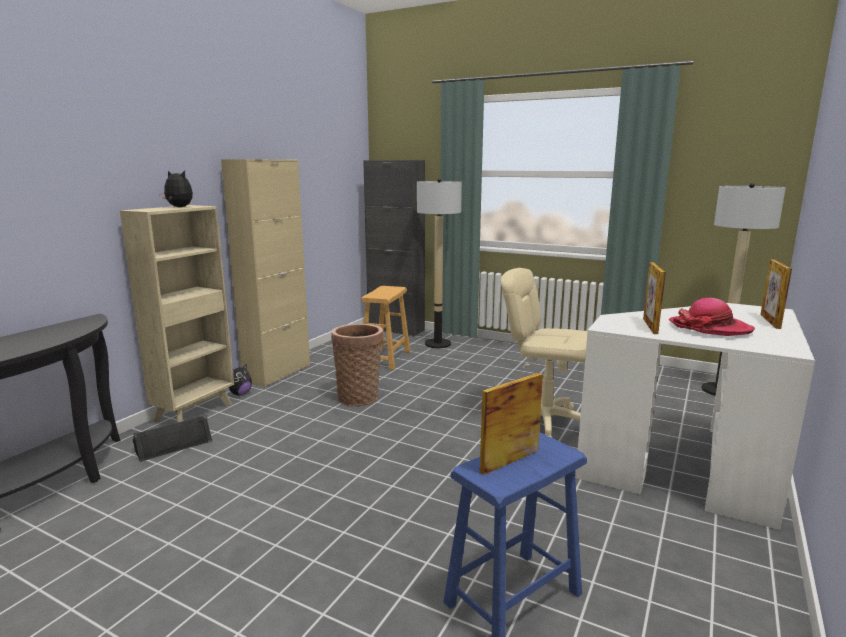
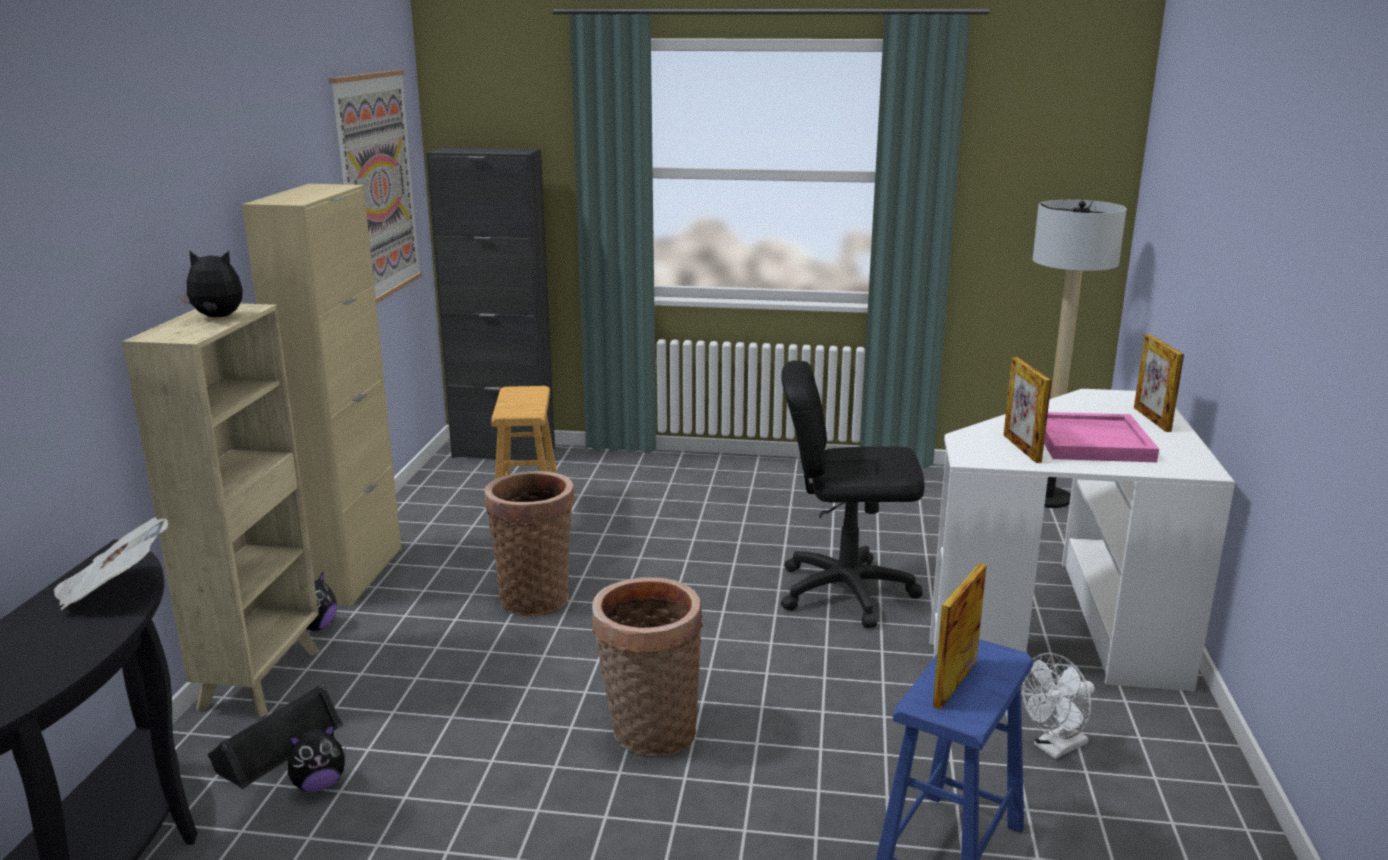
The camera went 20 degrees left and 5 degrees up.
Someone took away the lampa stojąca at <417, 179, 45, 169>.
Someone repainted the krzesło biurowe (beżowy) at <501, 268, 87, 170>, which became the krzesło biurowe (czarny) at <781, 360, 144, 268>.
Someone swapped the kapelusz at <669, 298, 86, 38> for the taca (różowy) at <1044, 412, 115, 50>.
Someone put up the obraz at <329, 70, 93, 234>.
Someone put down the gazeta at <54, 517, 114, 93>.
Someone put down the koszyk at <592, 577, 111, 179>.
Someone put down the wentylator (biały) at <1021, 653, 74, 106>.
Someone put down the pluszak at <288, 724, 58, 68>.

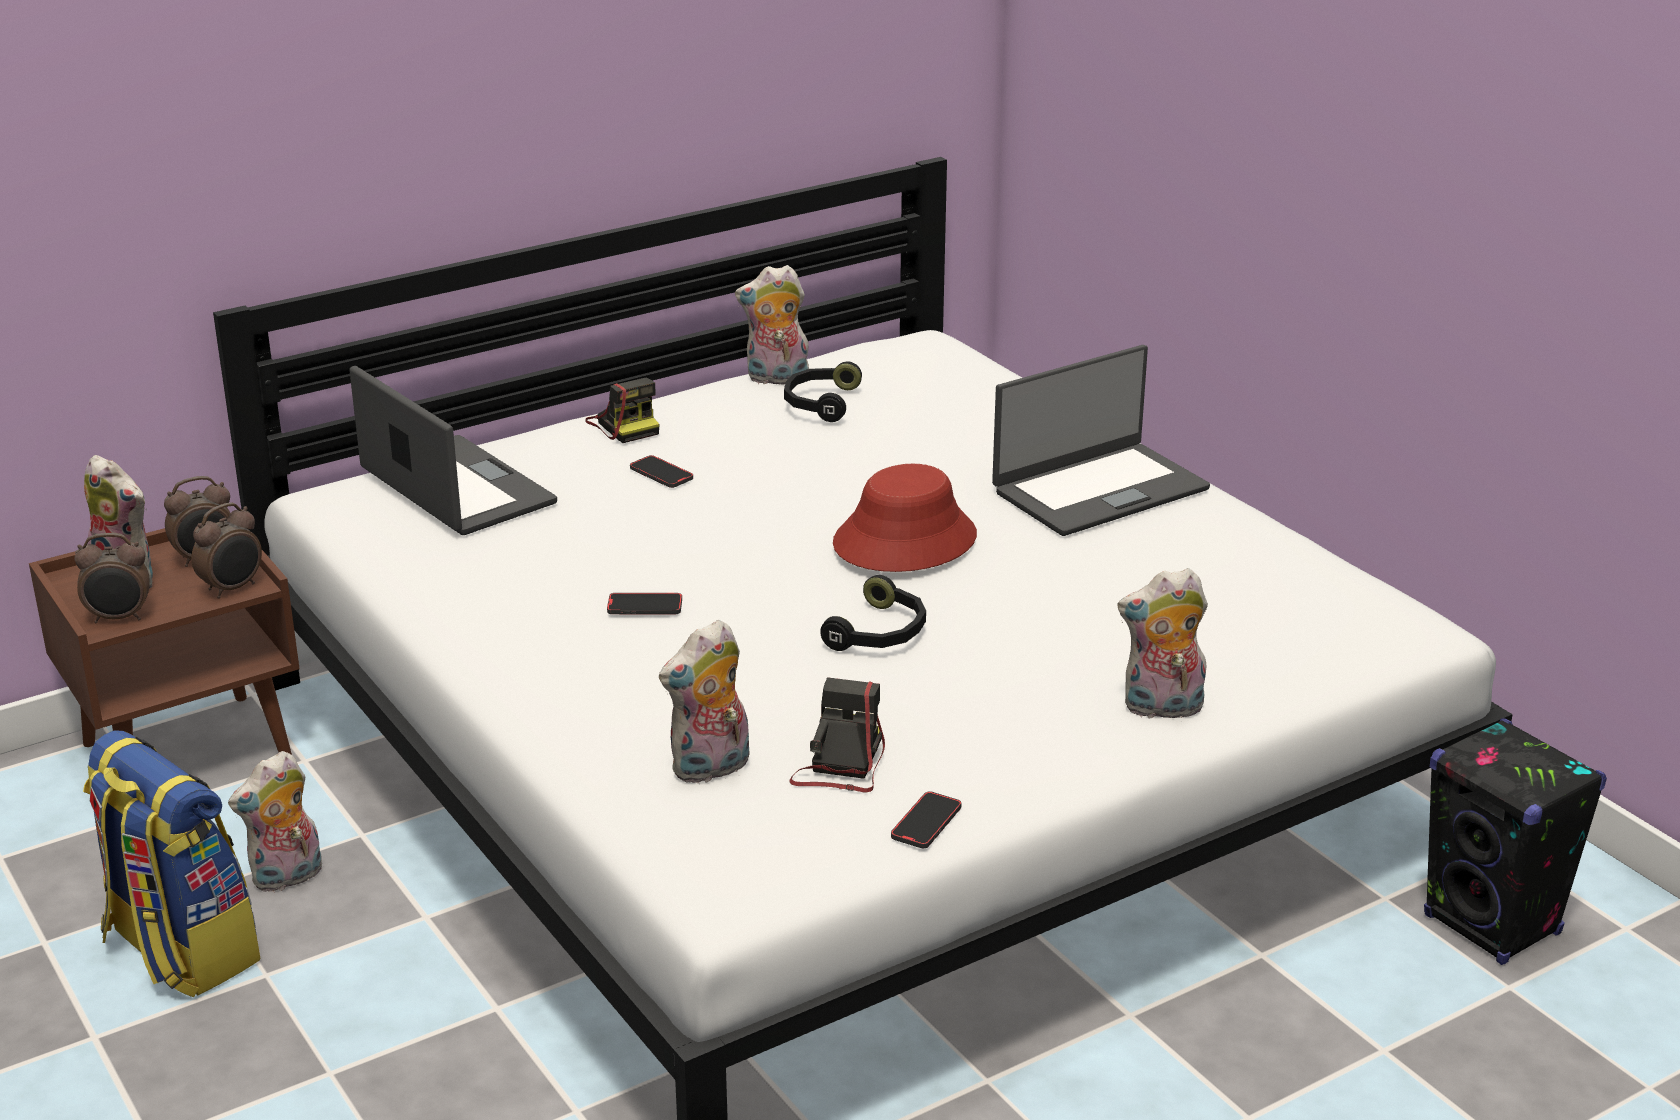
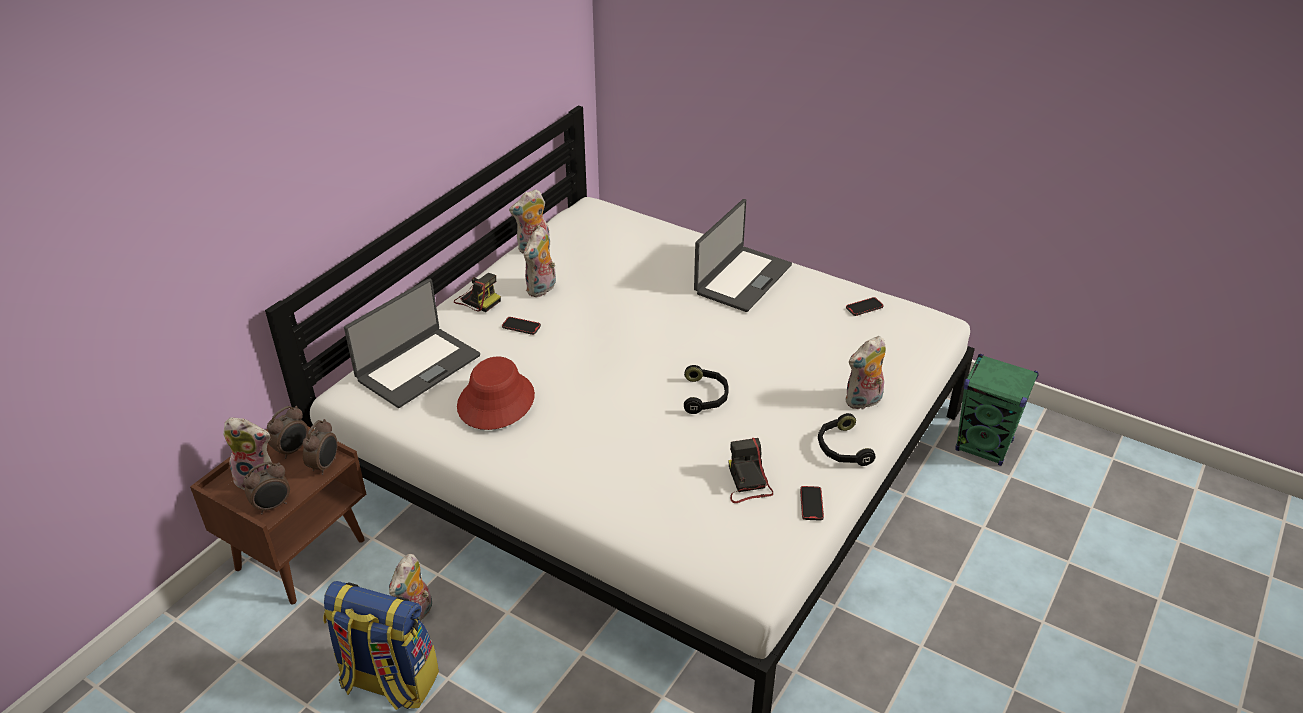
The camera went 25 degrees left and 10 degrees up.
Someone carried the słuchawki (czarny) from <784, 361, 78, 61> to <818, 413, 58, 53>.
Someone rotated the laptop at <349, 366, 208, 169> by 105 degrees clockwise.
Someone carried the kapelusz (czerwony) from <833, 464, 144, 108> to <457, 356, 78, 74>.
Someone carried the telefon from <607, 593, 75, 21> to <846, 297, 38, 19>.
Someone carried the pluszak from <659, 620, 90, 163> to <524, 227, 32, 70>.
Someone repainted the głośnik (czarny) at <1424, 718, 183, 247>, which became the głośnik (zielony) at <955, 354, 84, 112>.

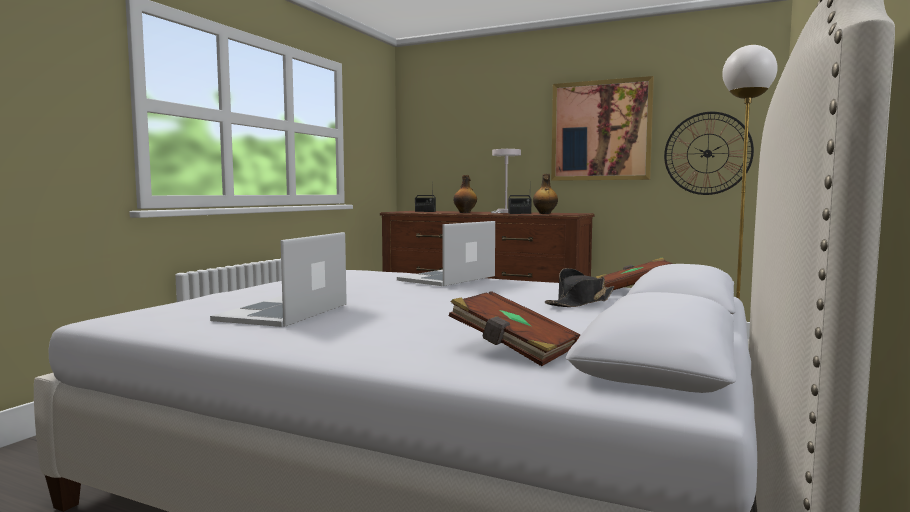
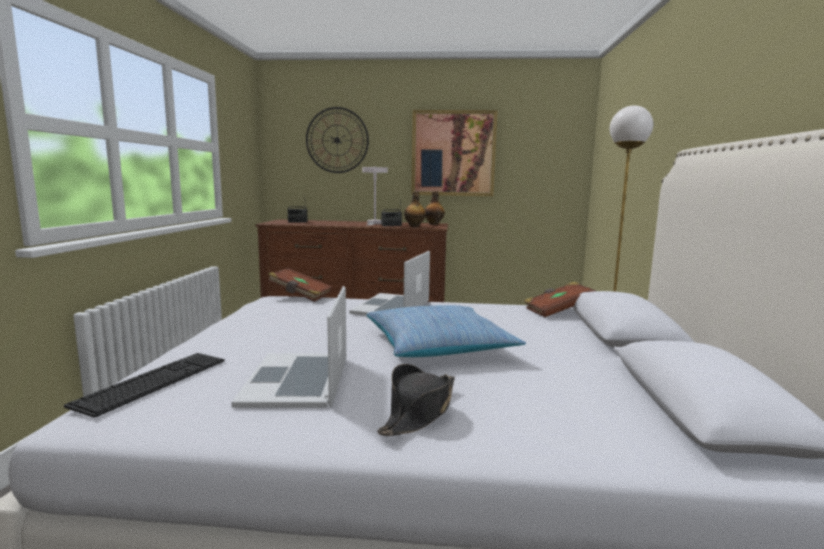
The camera went 20 degrees left and 5 degrees up.
Someone carried the zegar ścienny from <664, 112, 90, 83> to <306, 107, 63, 66>.
Someone carried the butelka from <453, 175, 24, 38> to <425, 191, 20, 34>.
Someone carried the kapelusz (czarny) from <545, 268, 69, 39> to <377, 364, 78, 72>.
Someone carried the książka (brązowy) from <449, 291, 131, 75> to <267, 268, 66, 34>.
Someone put down the poduszka at <367, 305, 159, 52>.
Someone put down the klawiatura at <64, 353, 161, 65>.

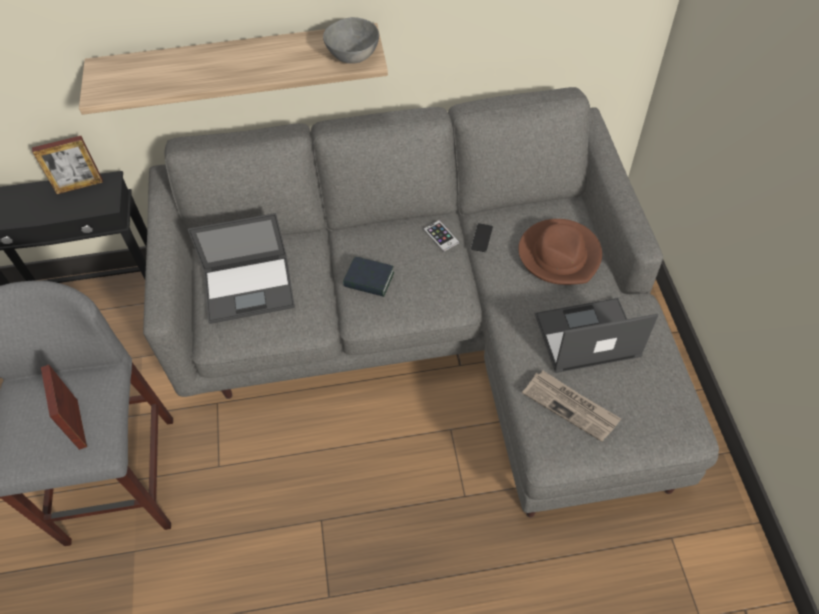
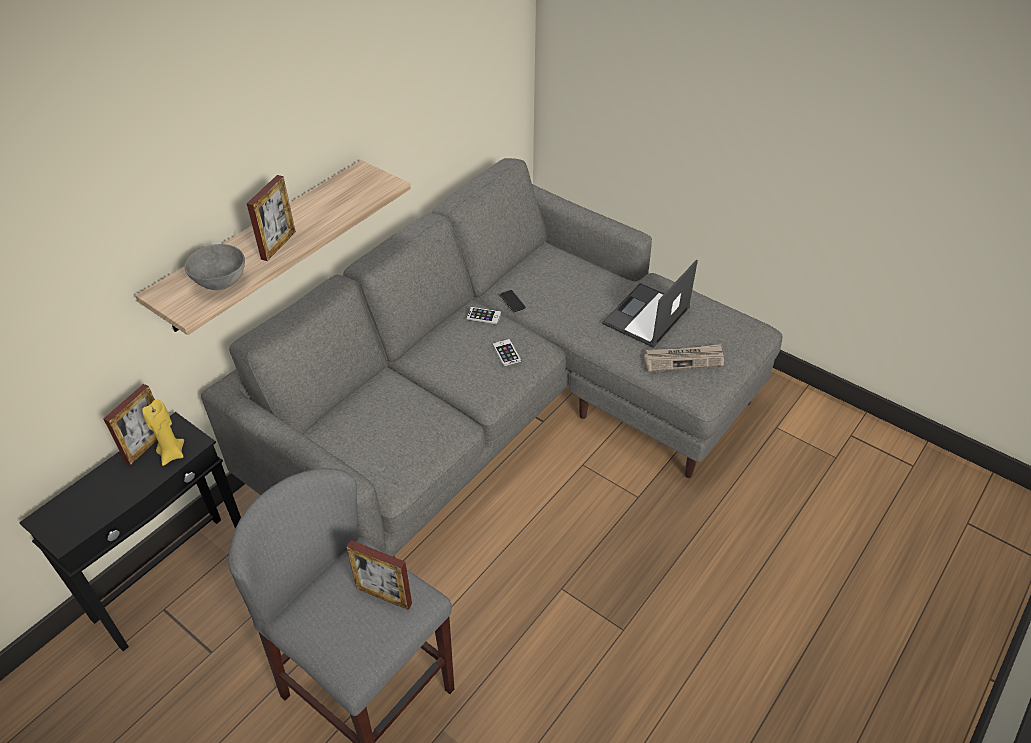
The camera went 45 degrees left and 10 degrees down.
Someone carried the miska (szary) from <323, 17, 56, 47> to <184, 244, 61, 46>.
Someone took away the laptop at <188, 213, 107, 111>.
Someone took away the kapelusz (brązowy) at <518, 219, 84, 66>.
Someone took away the książka at <343, 257, 51, 40>.
Someone put down the ramka na zdjęcie at <247, 175, 49, 86>.
Someone put down the telefon at <492, 339, 29, 27>.
Someone put down the świeca (żółty) at <142, 399, 42, 67>.

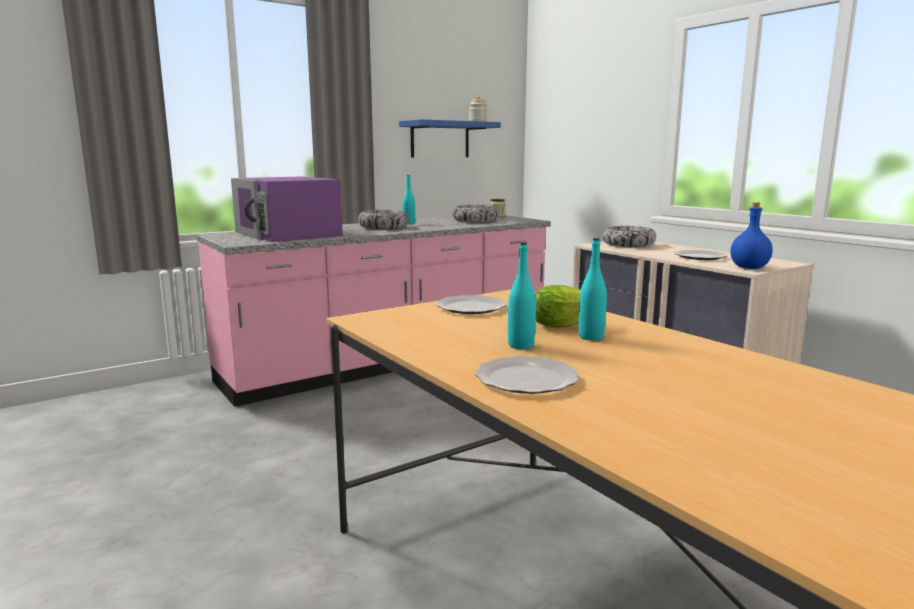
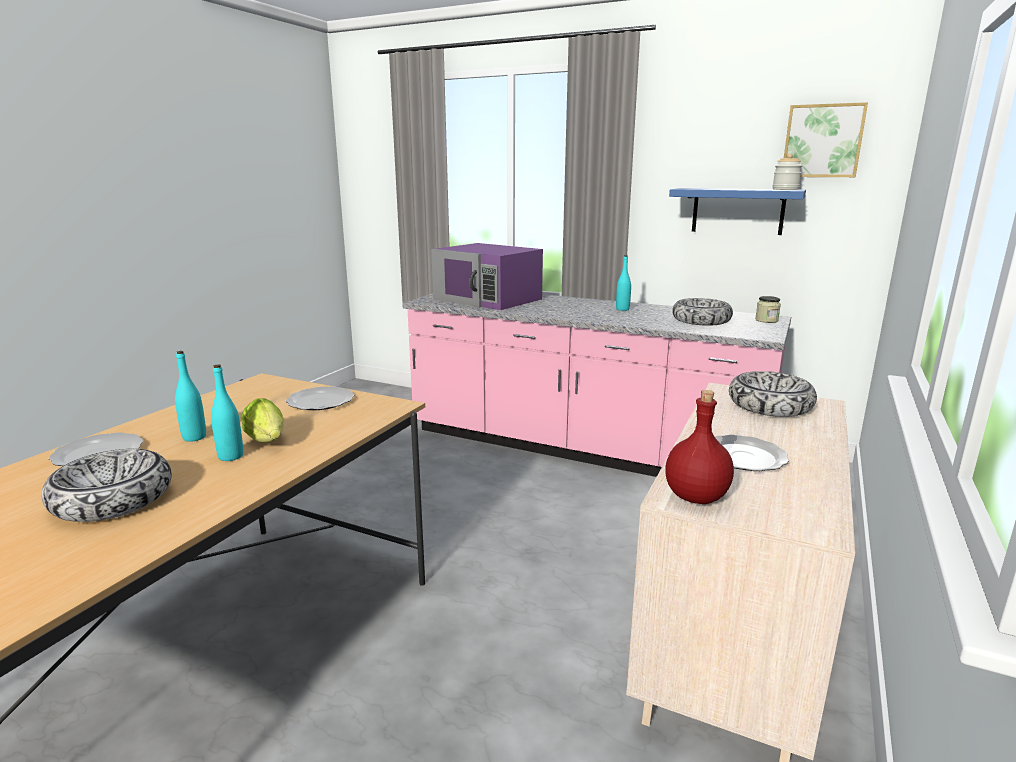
The camera went 60 degrees right and 5 degrees up.
Someone rotated the mikrofalówka (fioletowy) at <231, 177, 112, 65> by 75 degrees counterclockwise.
Someone repainted the butelka (niebieski) at <730, 202, 43, 67>, which became the butelka (czerwony) at <665, 390, 69, 114>.
Someone carried the miska from <358, 210, 51, 19> to <41, 449, 131, 73>.
Someone put up the obraz at <784, 102, 84, 75>.

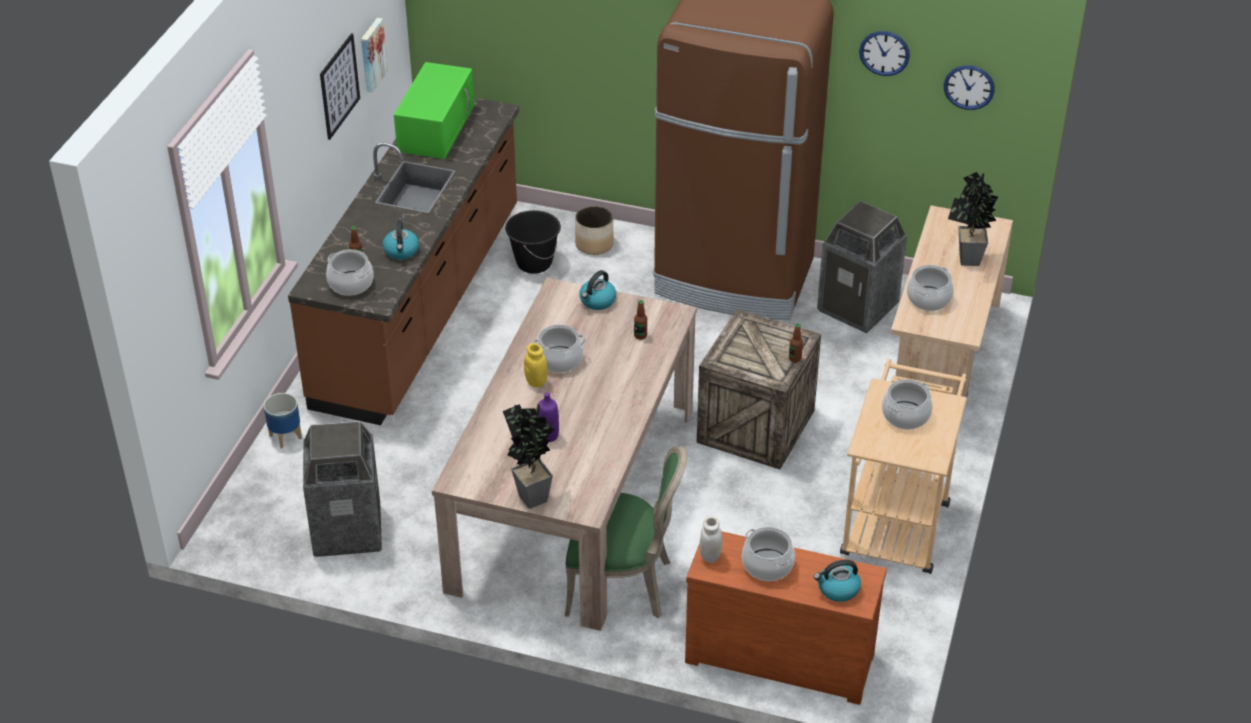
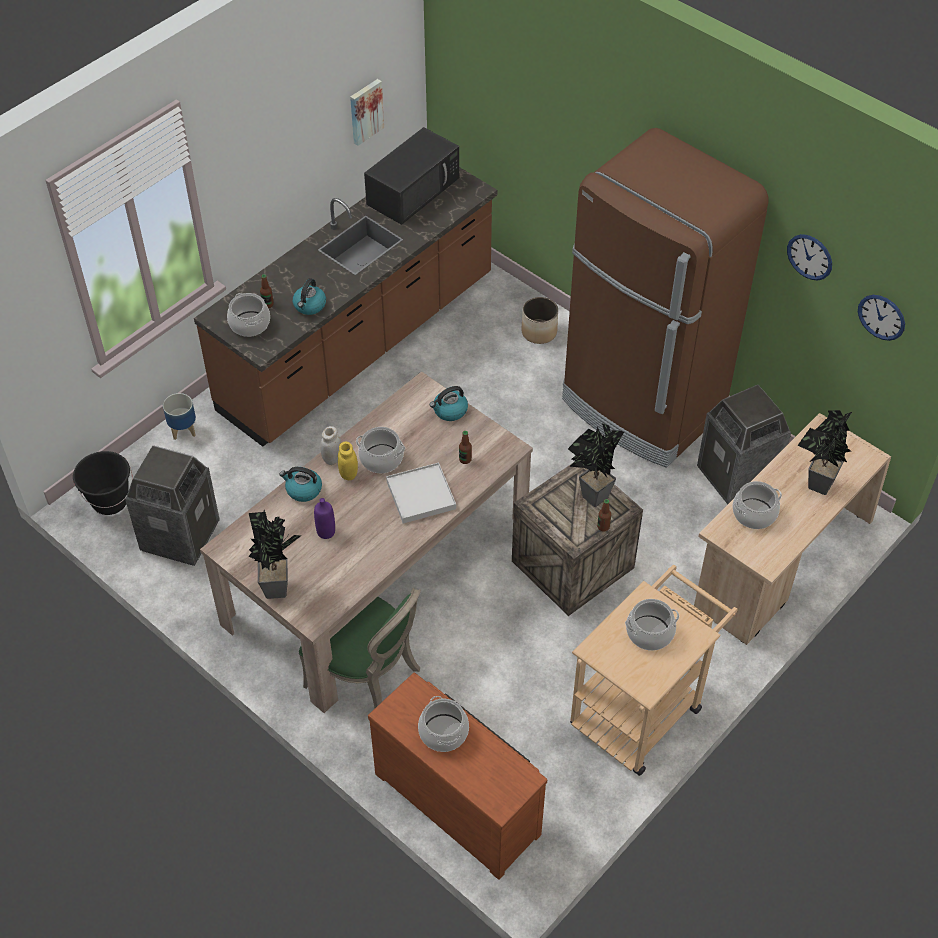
The camera went 25 degrees right and 10 degrees up.
Someone took away the obraz at <320, 33, 40, 107>.
Someone repainted the mikrofalówka (zielony) at <394, 62, 81, 97>, which became the mikrofalówka (czarny) at <364, 127, 95, 98>.
Someone carried the wiadro (czarny) from <505, 210, 56, 64> to <73, 451, 60, 64>.
Someone carried the słoik (biały) from <699, 516, 23, 47> to <320, 426, 22, 39>.
Someone carried the czajnik from <814, 560, 47, 42> to <280, 467, 42, 35>.
Someone put down the roślina doniczkowa at <568, 424, 57, 83>.
Someone put down the taca (biały) at <386, 462, 70, 62>.

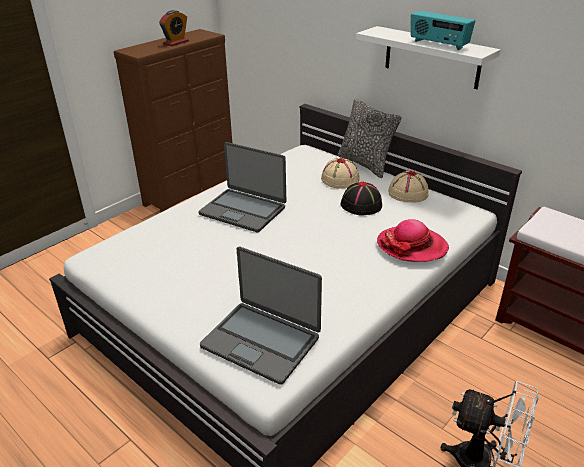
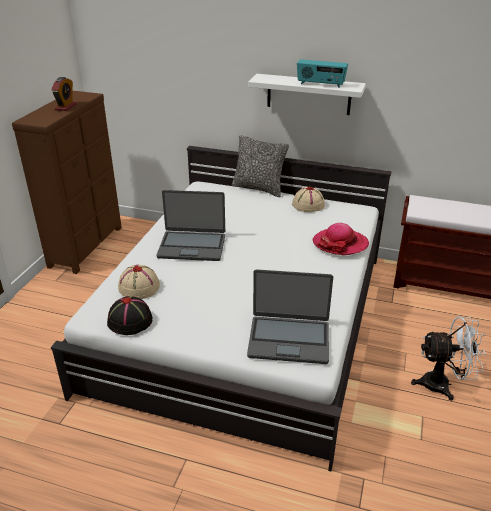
The camera went 25 degrees left and 0 degrees up.
Someone carried the kapelusz (beżowy) from <321, 158, 39, 31> to <118, 265, 42, 34>.
Someone carried the kapelusz (czarny) from <340, 182, 42, 33> to <107, 296, 45, 39>.

